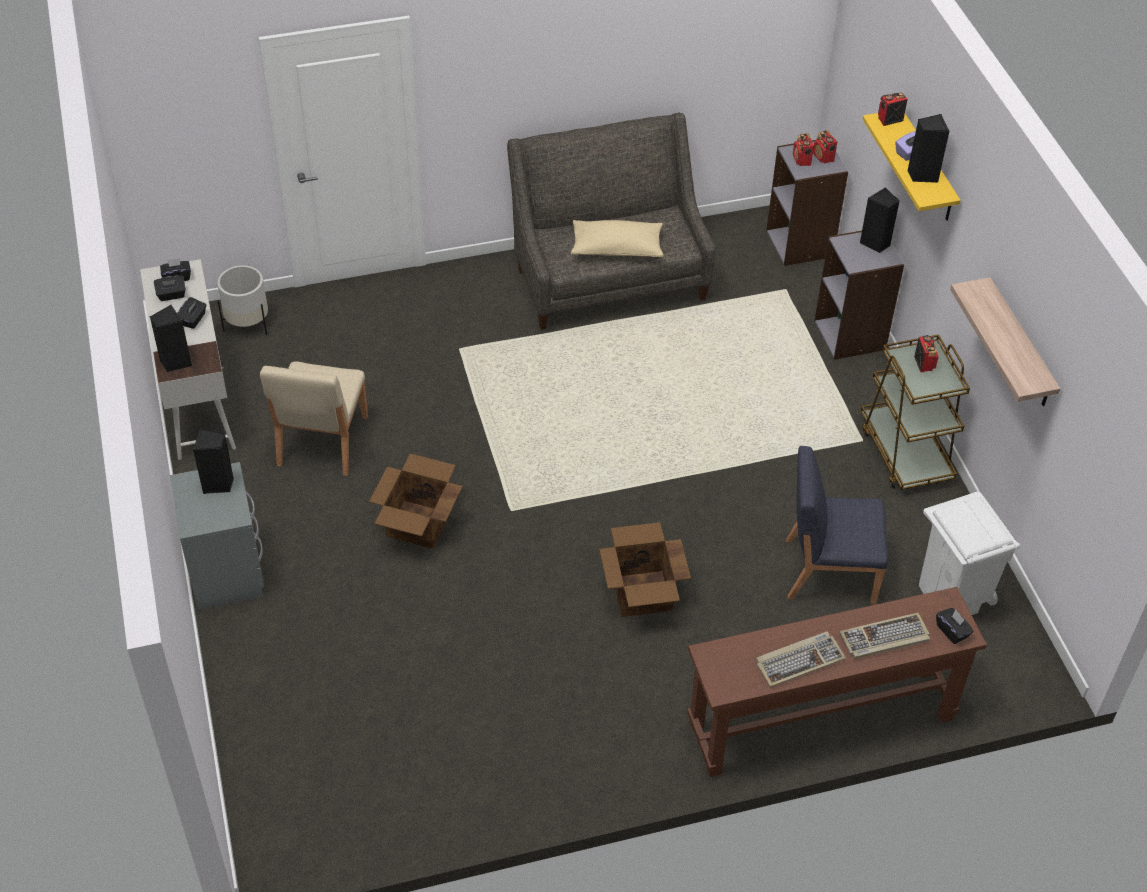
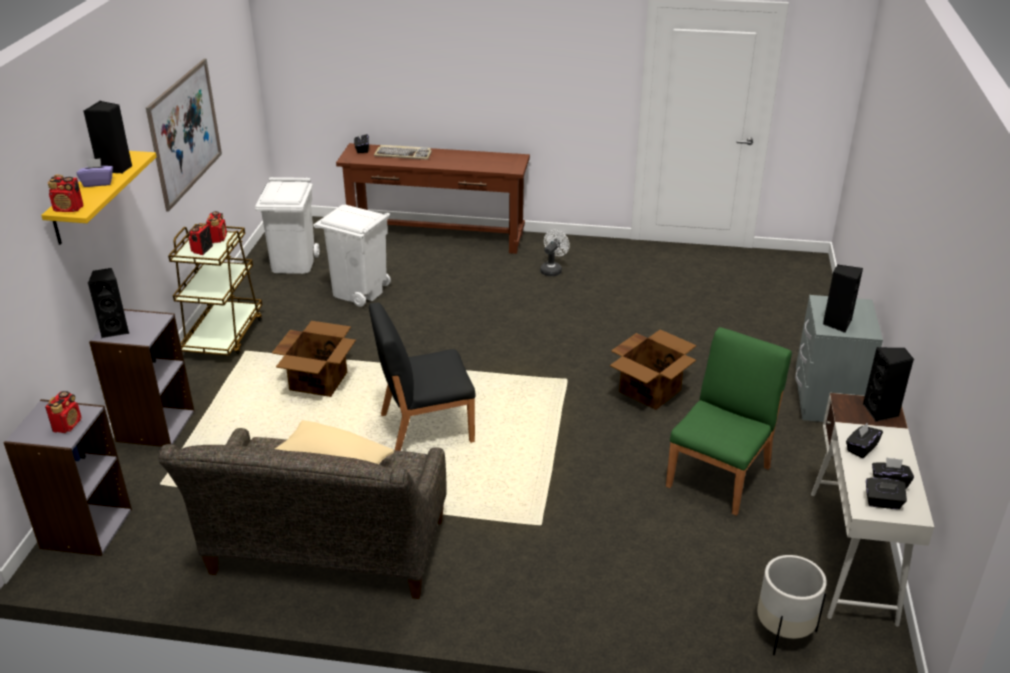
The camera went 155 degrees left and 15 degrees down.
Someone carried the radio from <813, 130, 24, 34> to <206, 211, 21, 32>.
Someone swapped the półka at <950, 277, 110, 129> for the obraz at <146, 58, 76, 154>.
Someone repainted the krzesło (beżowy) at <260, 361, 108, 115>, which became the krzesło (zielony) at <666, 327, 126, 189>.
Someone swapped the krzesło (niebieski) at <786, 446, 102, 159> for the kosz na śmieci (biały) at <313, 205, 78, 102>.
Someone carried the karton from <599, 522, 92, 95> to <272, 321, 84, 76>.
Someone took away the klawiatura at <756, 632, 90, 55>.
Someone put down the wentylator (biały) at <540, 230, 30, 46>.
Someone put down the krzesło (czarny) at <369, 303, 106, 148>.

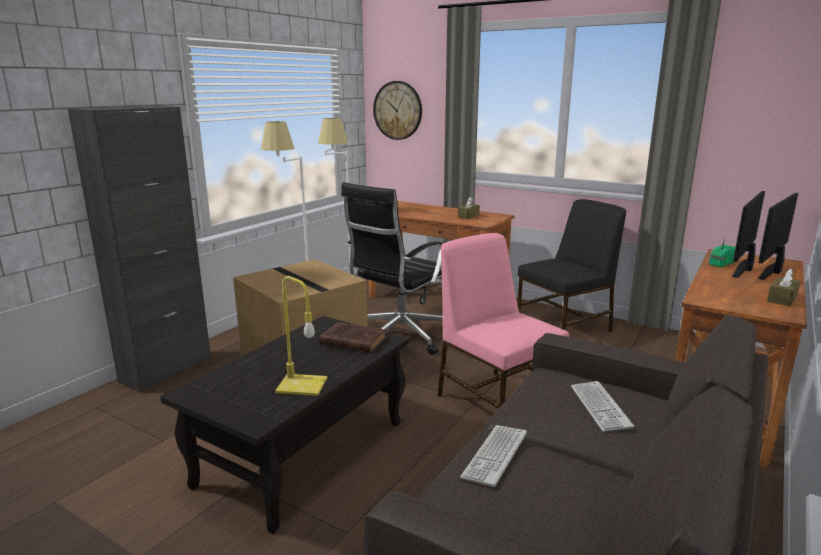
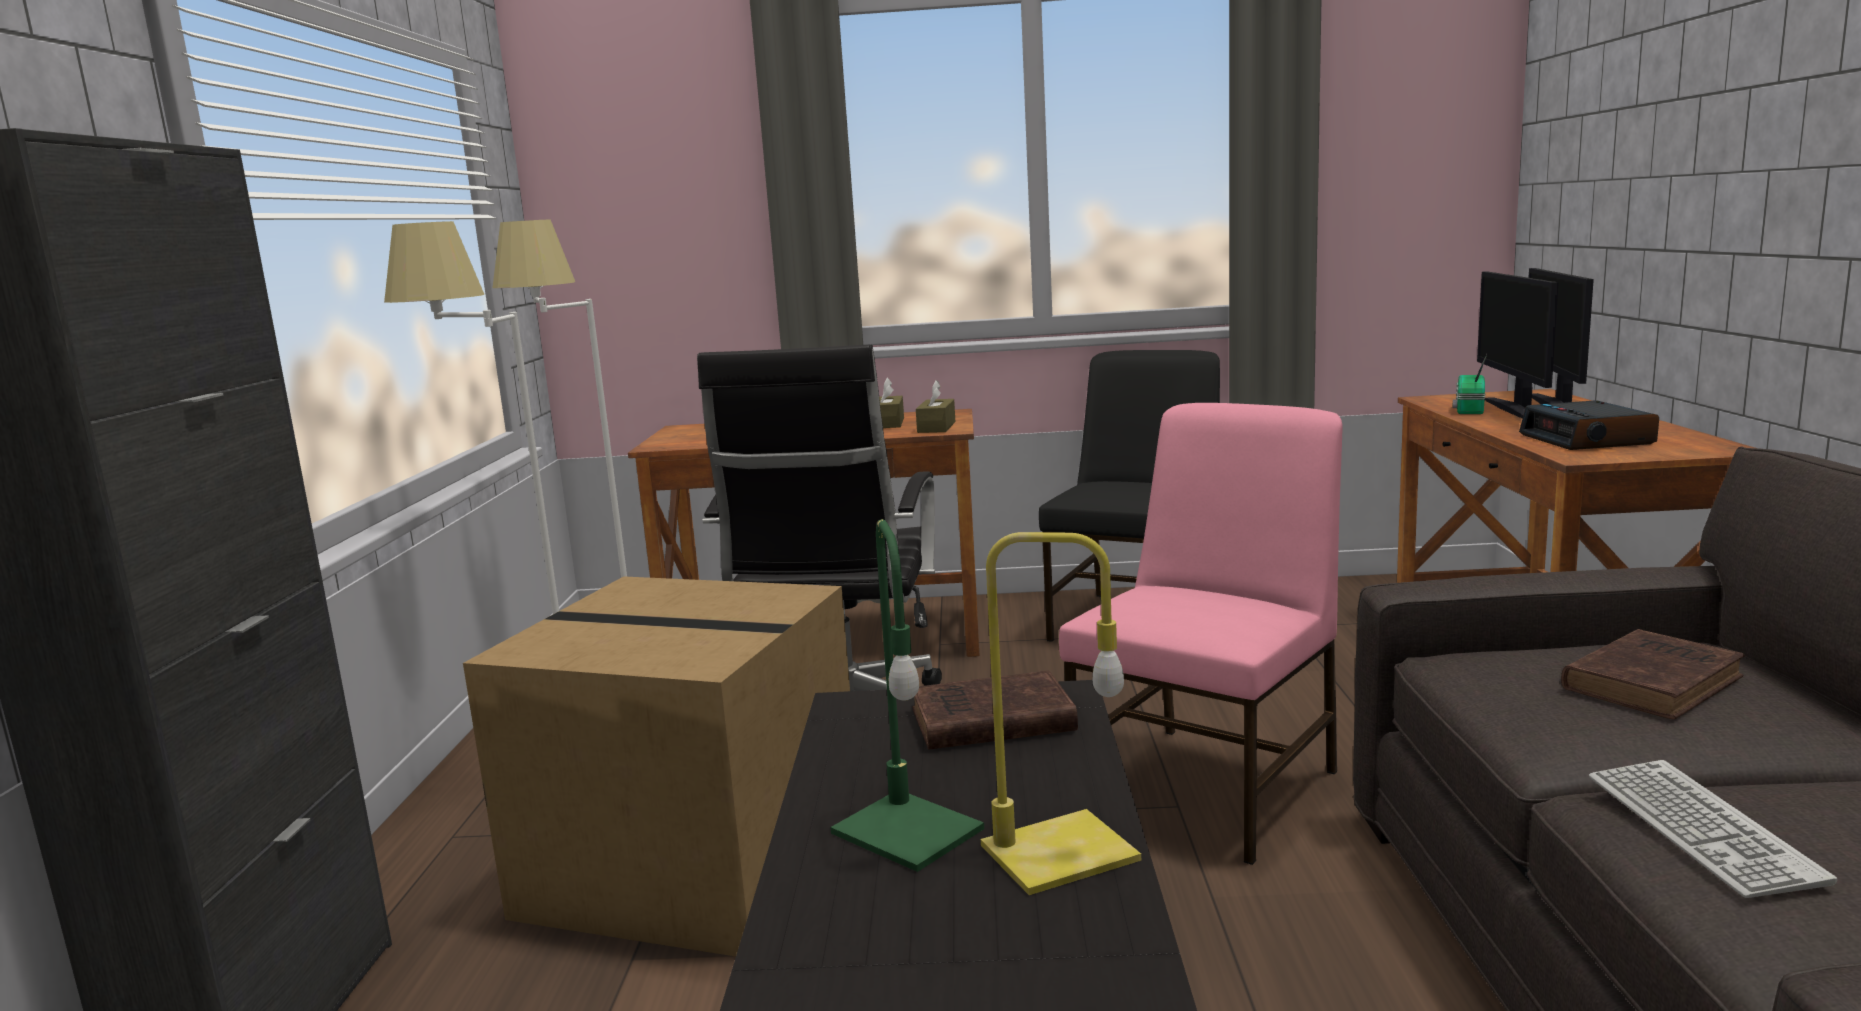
The camera went 30 degrees left and 5 degrees down.
Someone took away the zegar ścienny at <373, 81, 49, 59>.
Someone rotated the krzesło (różowy) at <438, 233, 131, 176> by 105 degrees clockwise.
Someone carried the pudełko chusteczek (brązowy) from <767, 268, 34, 38> to <916, 380, 39, 53>.
Someone swapped the klawiatura at <571, 381, 63, 51> for the książka (brązowy) at <1561, 629, 184, 91>.
Someone put down the budzik at <1519, 400, 140, 50>.
Someone put down the lampa stołowa (zielony) at <830, 519, 154, 353>.

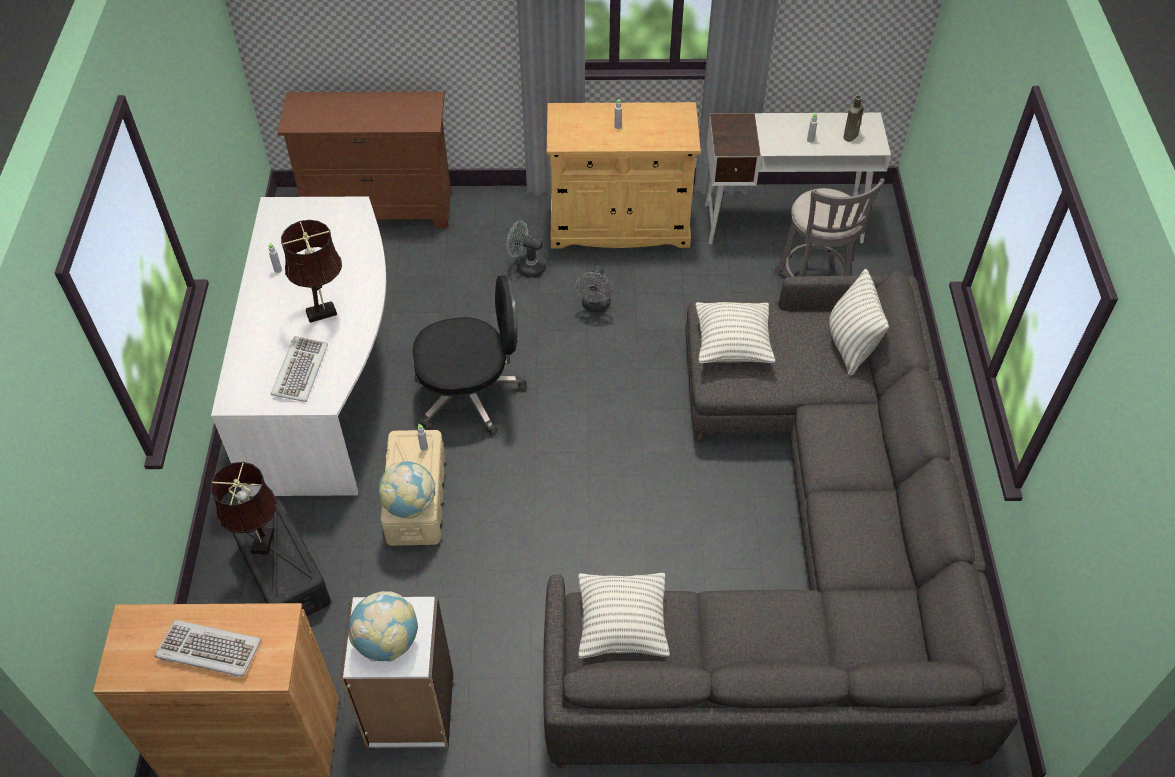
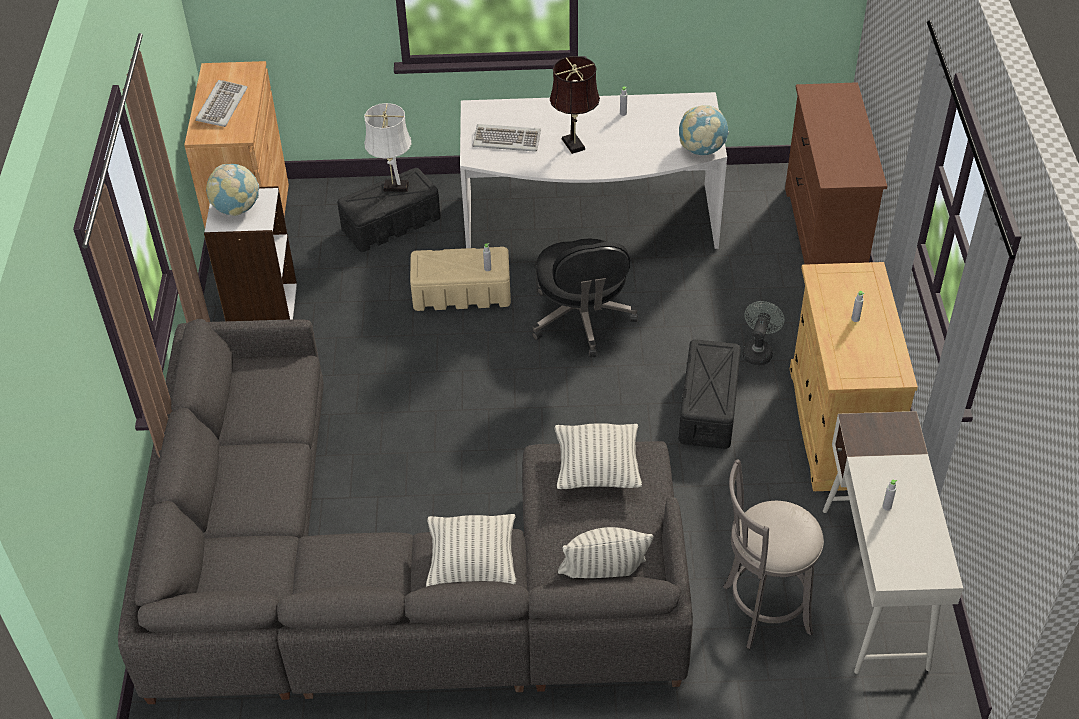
The camera went 90 degrees right and 5 degrees down.
Someone took away the butelka (brązowy) at <844, 95, 20, 47>.
Someone swapped the wentylator (szary) at <575, 265, 38, 47> for the pojemnik do przechowywania (czarny) at <678, 339, 63, 110>.
Someone repainted the lampa stołowa (brązowy) at <210, 462, 67, 93>, which became the lampa stołowa (biały) at <364, 103, 48, 89>.
Someone carried the globus from <378, 462, 58, 57> to <679, 105, 50, 50>.
Someone carried the poduszka from <578, 573, 92, 86> to <426, 514, 90, 73>.

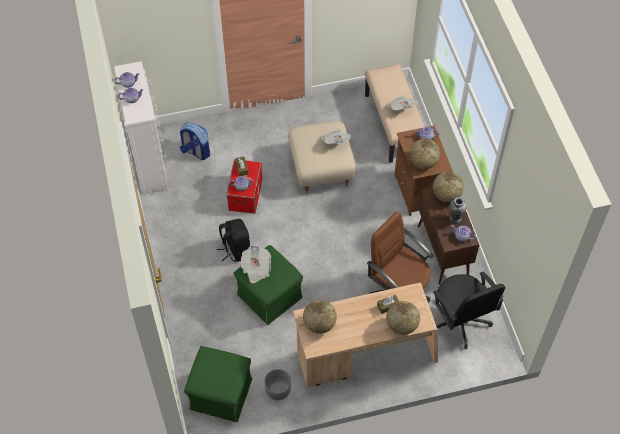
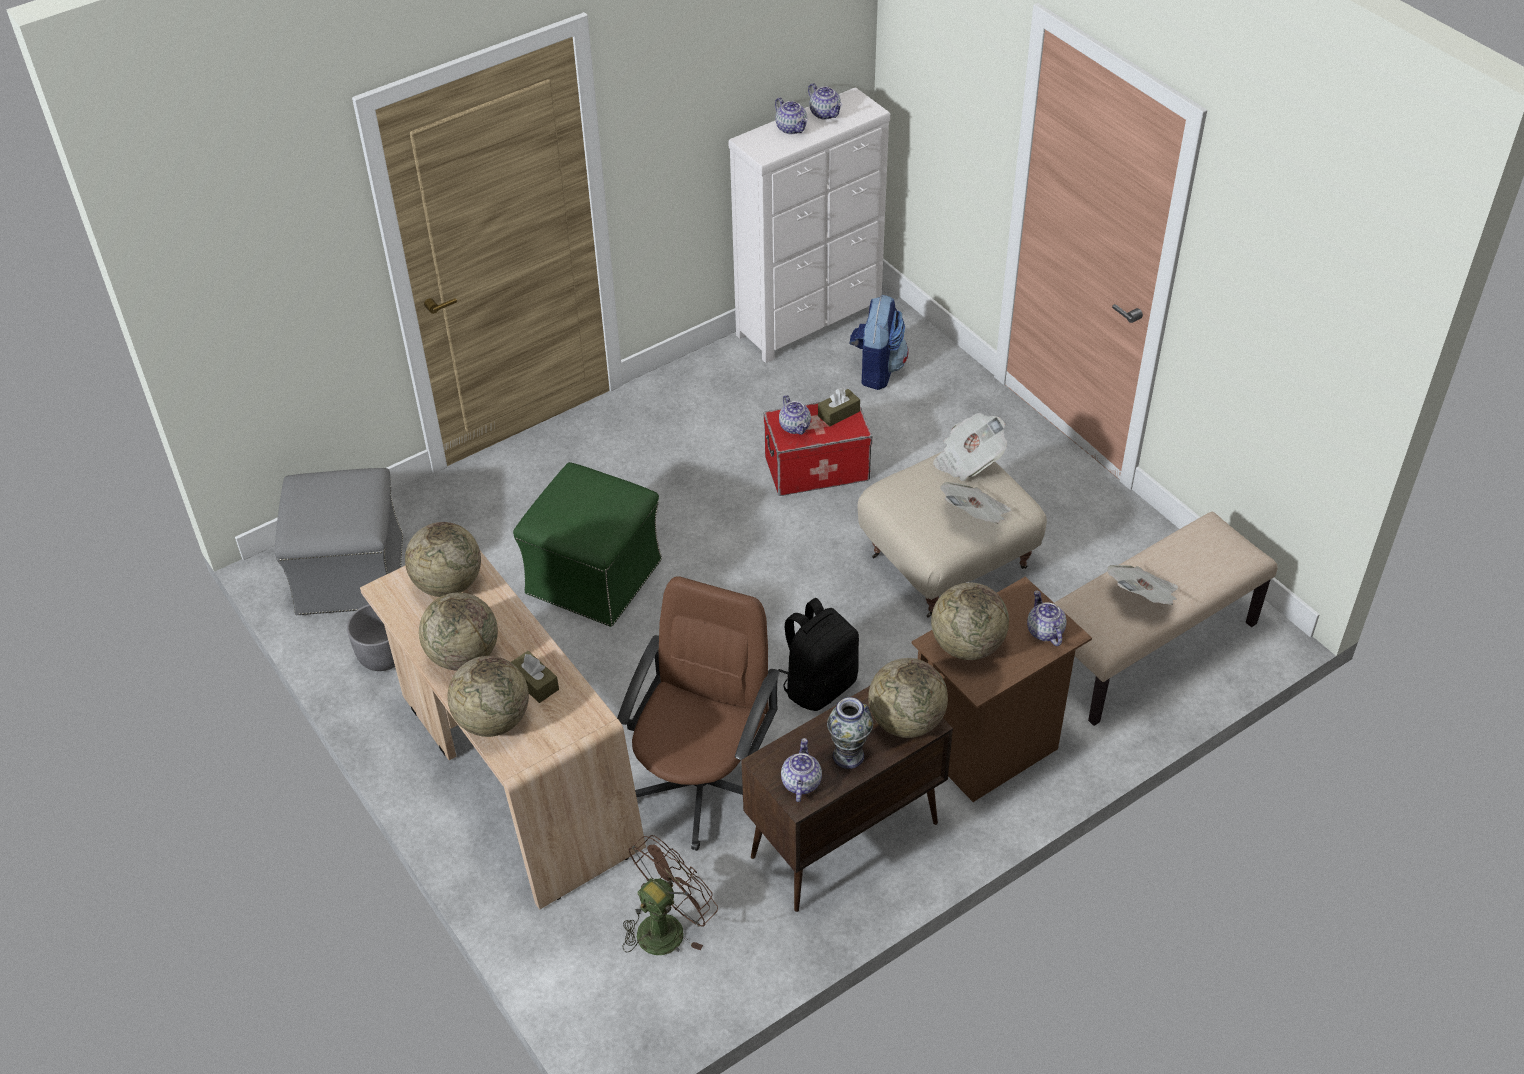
The camera went 70 degrees right and 10 degrees down.
Someone carried the plecak (czarny) from <217, 219, 33, 43> to <778, 598, 81, 113>.
Someone carried the gazeta from <240, 244, 31, 39> to <933, 413, 74, 68>.
Someone swapped the krzesło biurowe (czarny) at <433, 272, 72, 77> for the wentylator (brązowy) at <622, 835, 96, 120>.
Someone repainted the pufa (zielony) at <184, 346, 68, 76>, which became the pufa (szary) at <275, 468, 128, 147>.
Someone put down the globus at <419, 592, 79, 78>.

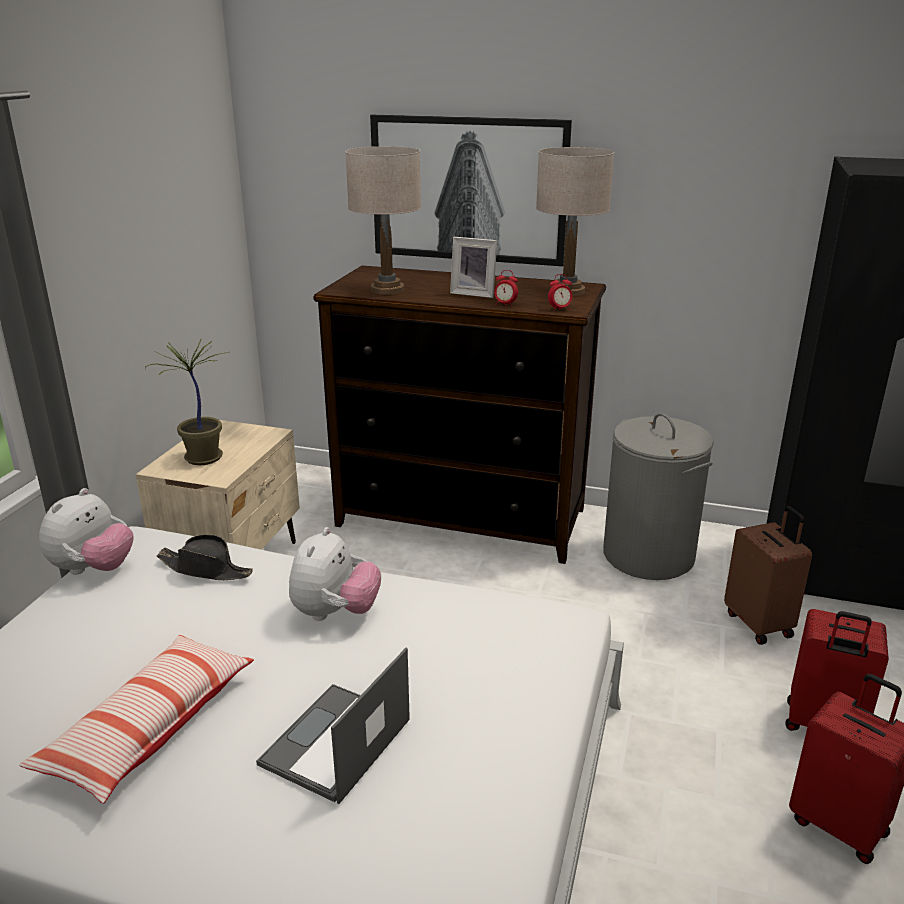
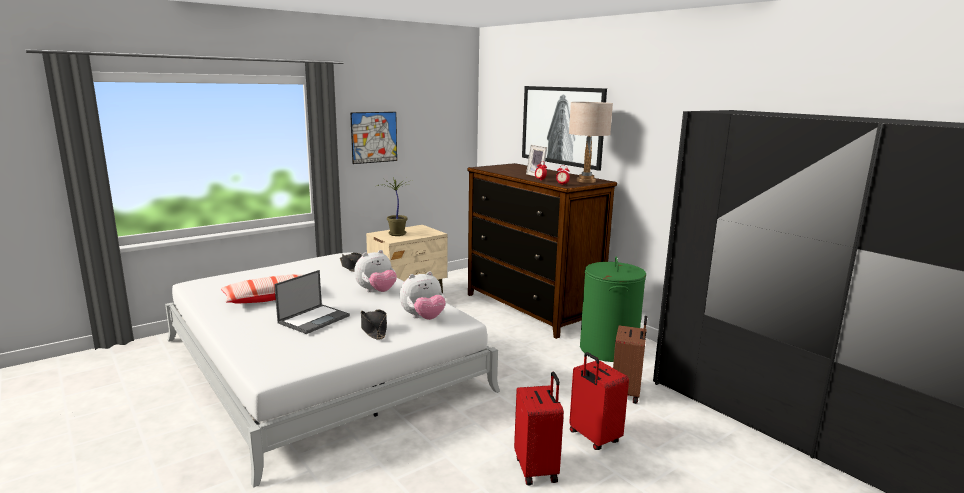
The camera went 35 degrees right and 10 degrees down.
Someone took away the lampa stołowa (beżowy) at <345, 146, 76, 149>.
Someone repainted the kosz na pranie (szary) at <603, 413, 111, 167>, which became the kosz na pranie (zielony) at <580, 257, 66, 105>.
Someone carried the pluszak from <39, 488, 95, 87> to <400, 271, 46, 49>.
Someone rotated the laptop at <256, 648, 154, 156> by 150 degrees clockwise.
Someone put up the obraz at <350, 112, 47, 52>.
Someone put down the kapelusz (czarny) at <361, 310, 26, 30>.

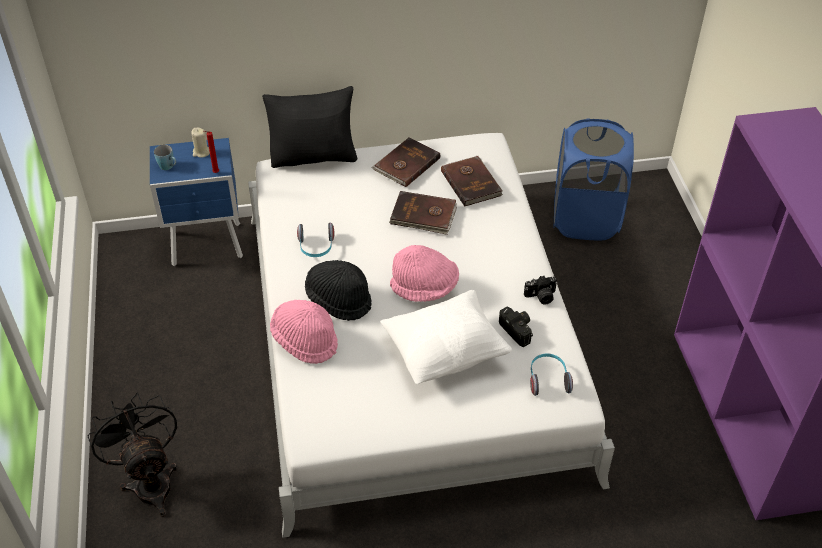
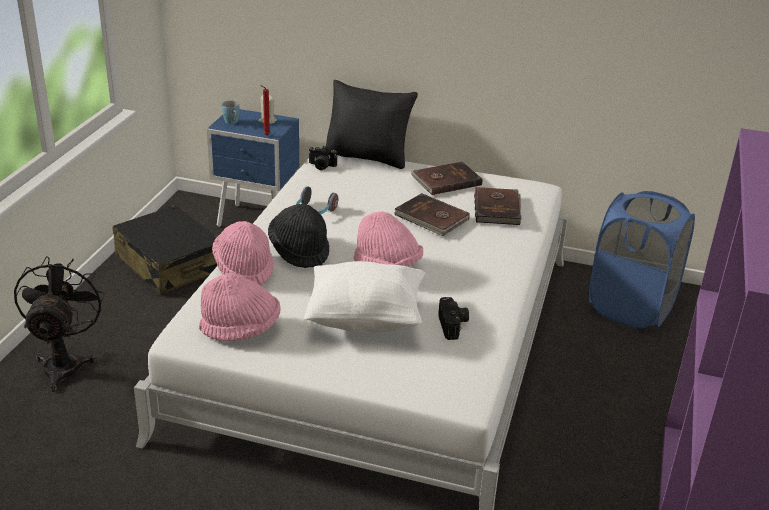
The camera went 25 degrees right and 15 degrees down.
Someone carried the aparat fotograficzny from <524, 276, 33, 29> to <308, 146, 29, 24>.
Someone took away the słuchawki at <530, 353, 43, 43>.
Someone put down the walizka (czarny) at <112, 205, 105, 90>.
Someone put down the kapelusz (różowy) at <199, 273, 82, 68>.

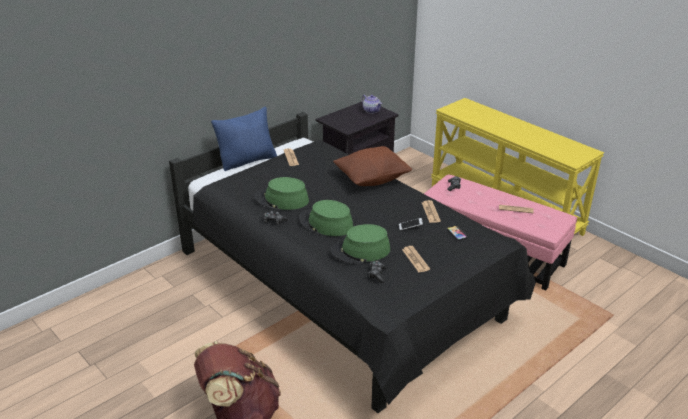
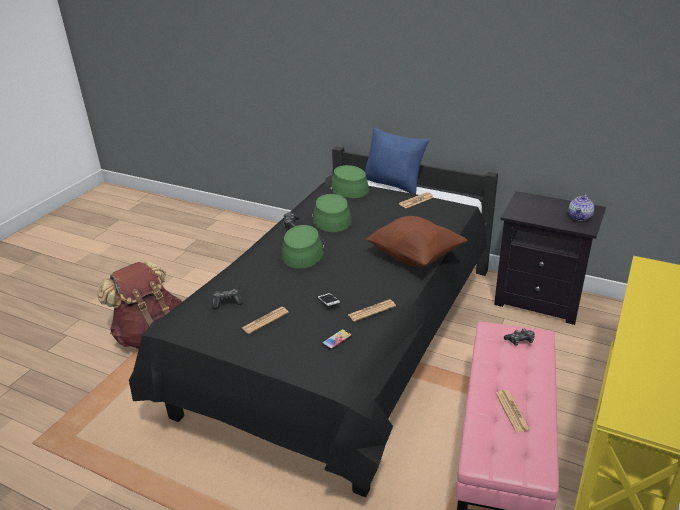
The camera went 70 degrees right and 0 degrees up.
Someone carried the kapelusz (zielony) from <331, 224, 59, 40> to <325, 165, 44, 33>.

